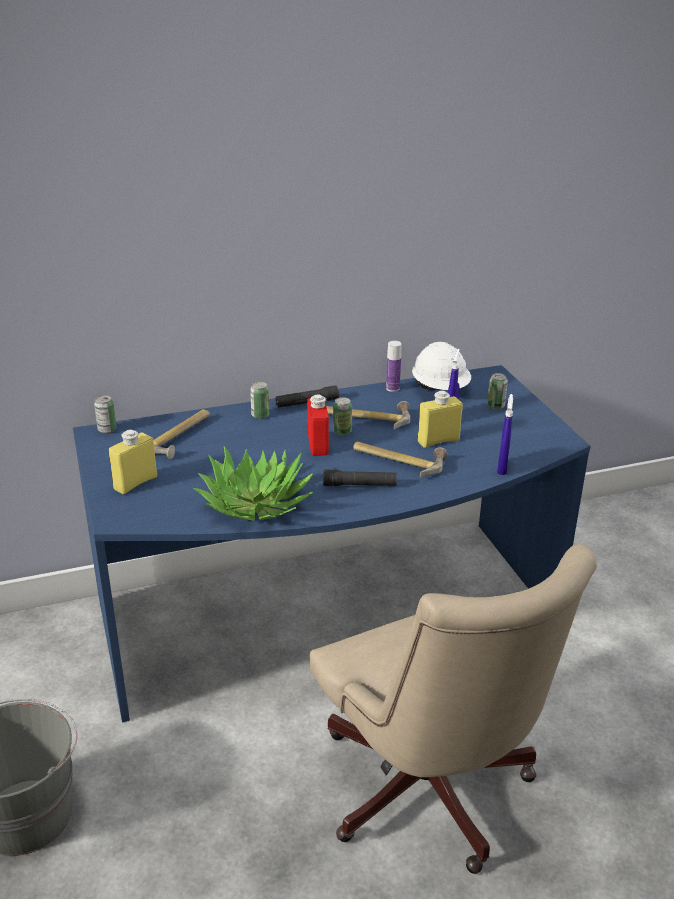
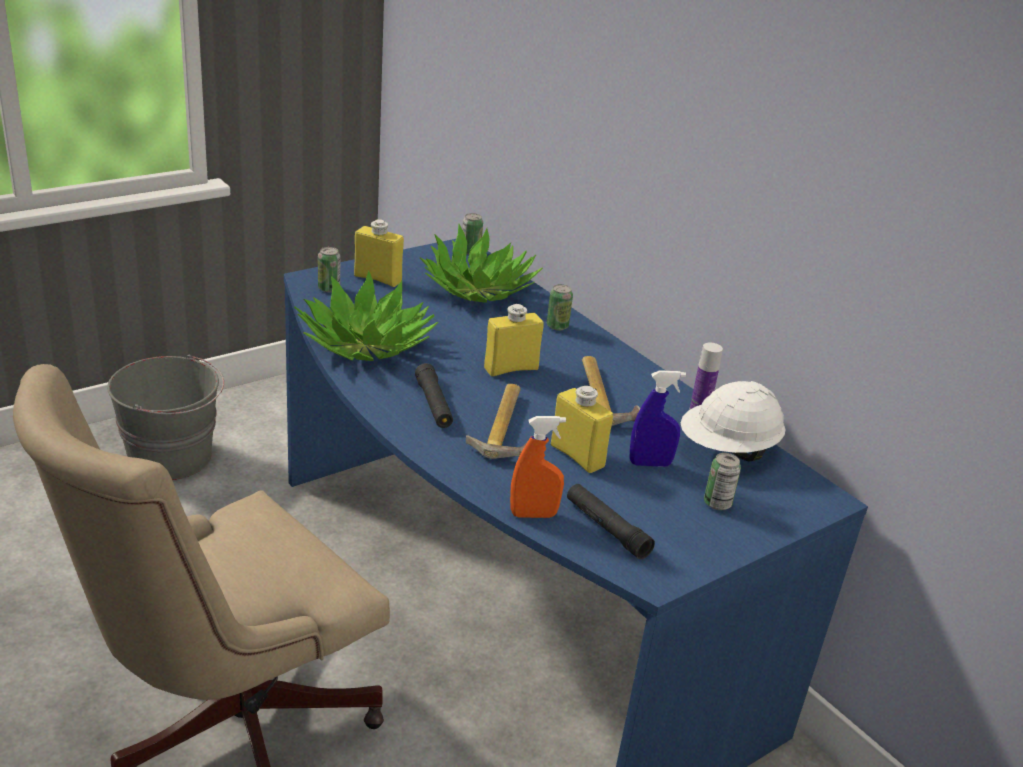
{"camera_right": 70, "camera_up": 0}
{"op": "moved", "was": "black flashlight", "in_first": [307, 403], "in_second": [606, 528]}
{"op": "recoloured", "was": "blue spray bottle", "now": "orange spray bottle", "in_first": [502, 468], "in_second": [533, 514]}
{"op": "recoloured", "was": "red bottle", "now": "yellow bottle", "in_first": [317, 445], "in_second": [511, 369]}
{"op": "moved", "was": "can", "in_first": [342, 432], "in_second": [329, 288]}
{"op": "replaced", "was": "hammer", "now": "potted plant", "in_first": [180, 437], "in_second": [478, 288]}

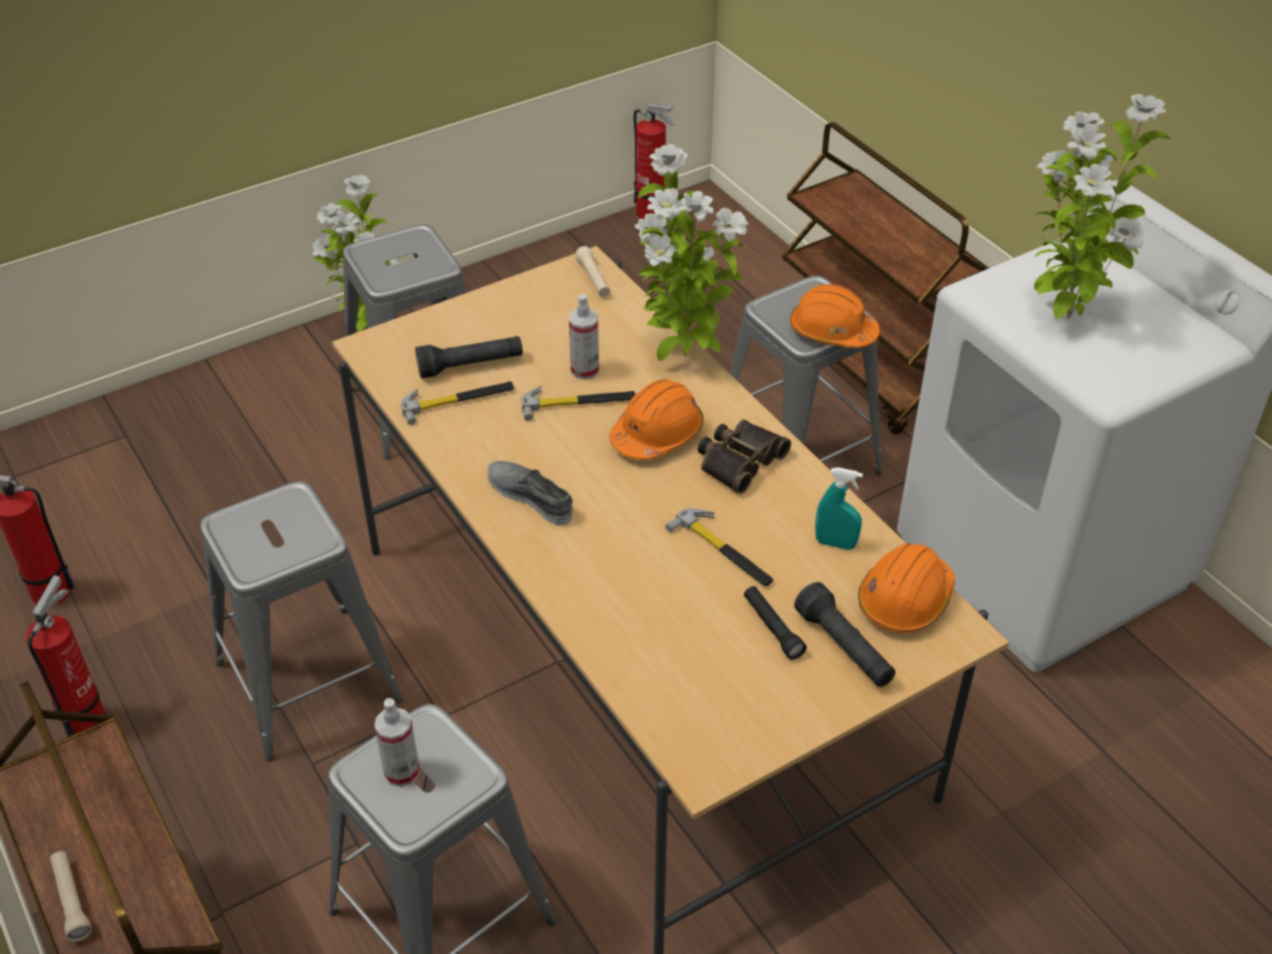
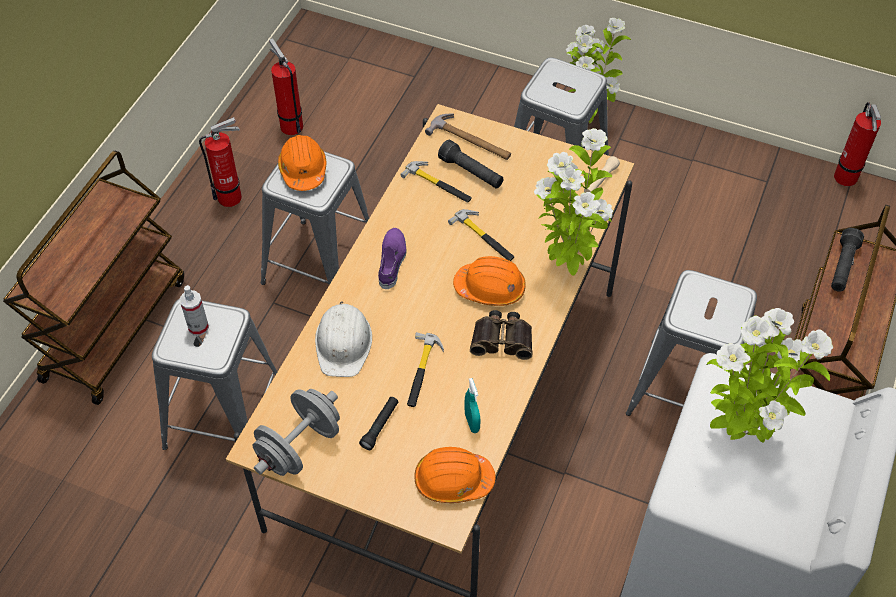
{"camera_right": 55, "camera_up": 10}
{"op": "moved", "was": "orange hard hat", "in_first": [832, 332], "in_second": [303, 170]}
{"op": "removed", "was": "spray bottle", "in_first": [585, 370]}
{"op": "recoloured", "was": "grey shoe", "now": "purple shoe", "in_first": [531, 496], "in_second": [392, 261]}
{"op": "moved", "was": "black flashlight", "in_first": [844, 648], "in_second": [842, 267]}
{"op": "removed", "was": "beige flashlight", "in_first": [71, 900]}
{"op": "added", "now": "hammer", "in_second": [471, 141]}
{"op": "added", "now": "white hard hat", "in_second": [344, 343]}
{"op": "added", "now": "grey dumbbell", "in_second": [299, 446]}

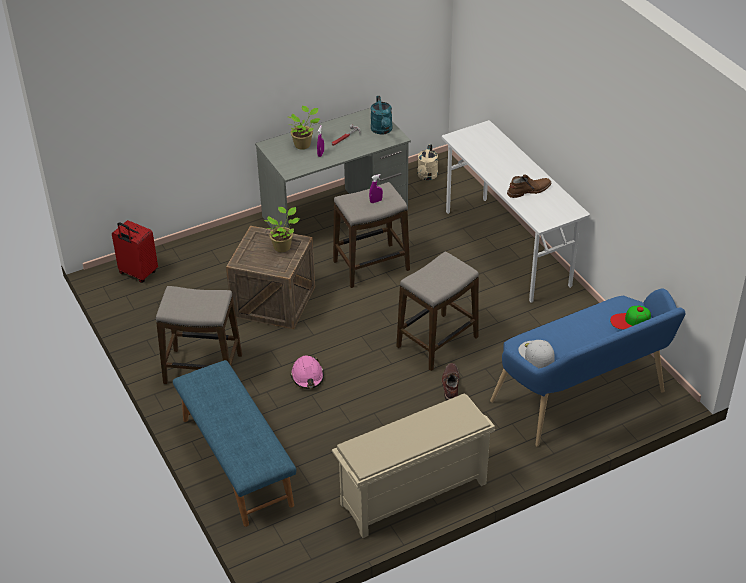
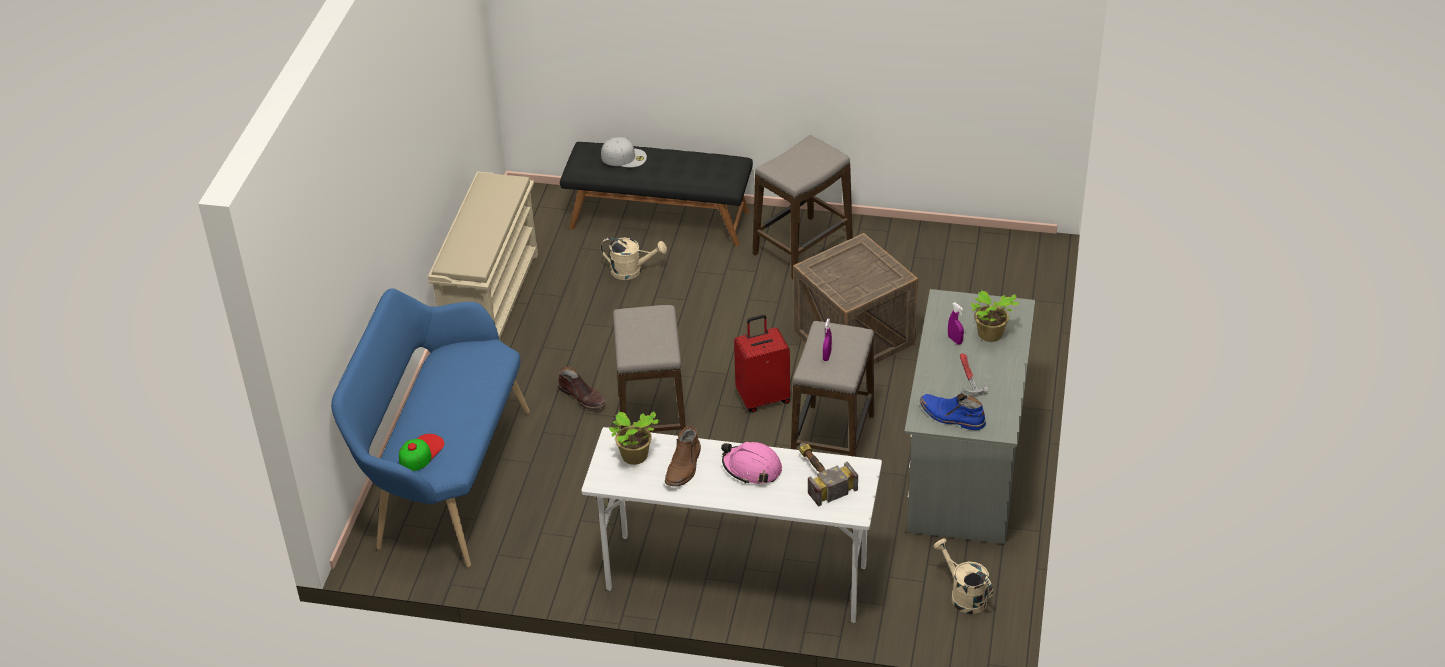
{"camera_right": 130, "camera_up": 0}
{"op": "replaced", "was": "turquoise watering can", "now": "blue boot", "in_first": [382, 130], "in_second": [951, 416]}
{"op": "moved", "was": "potted plant", "in_first": [283, 246], "in_second": [635, 457]}
{"op": "moved", "was": "red suitcase", "in_first": [137, 273], "in_second": [763, 398]}
{"op": "moved", "was": "white cap", "in_first": [536, 355], "in_second": [624, 157]}
{"op": "moved", "was": "pink hard hat", "in_first": [307, 376], "in_second": [752, 468]}
{"op": "recoloured", "was": "blue bench", "now": "black bench", "in_first": [235, 461], "in_second": [660, 219]}
{"op": "added", "now": "beige watering can", "in_second": [632, 271]}
{"op": "added", "now": "hammer", "in_second": [819, 475]}

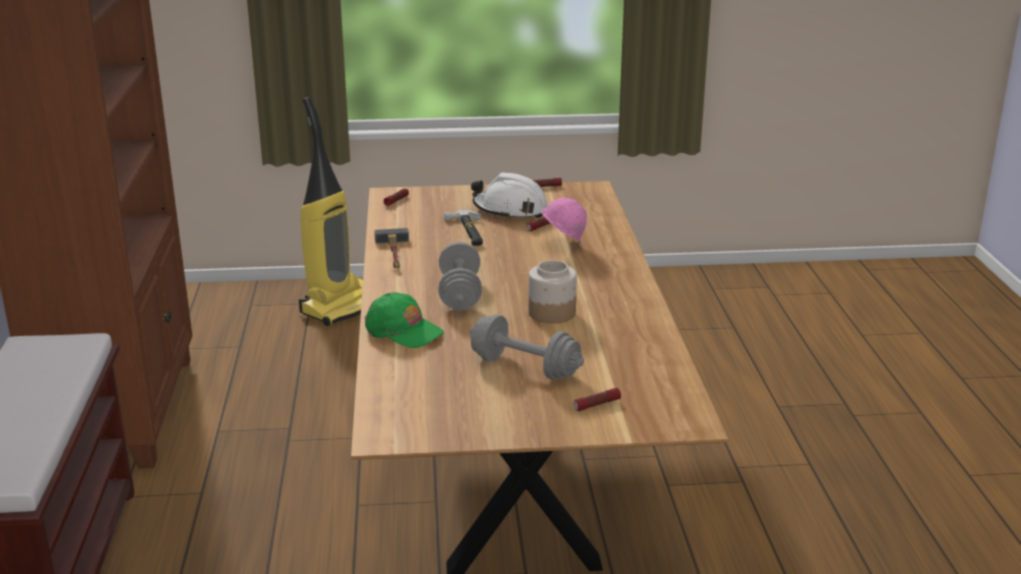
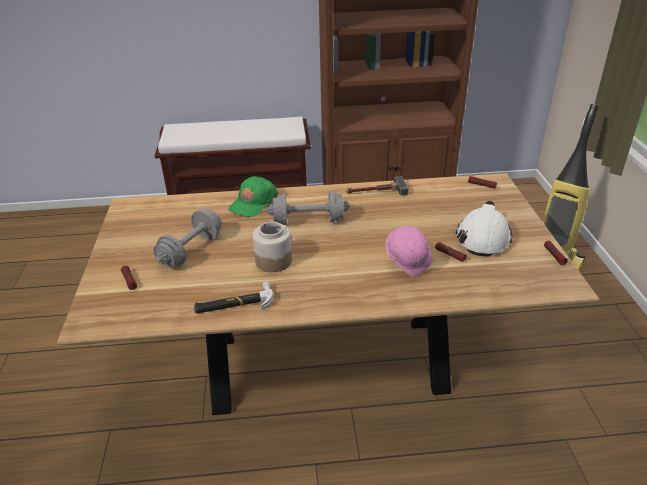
{"camera_right": 90, "camera_up": 10}
{"op": "moved", "was": "hammer", "in_first": [468, 232], "in_second": [234, 304]}

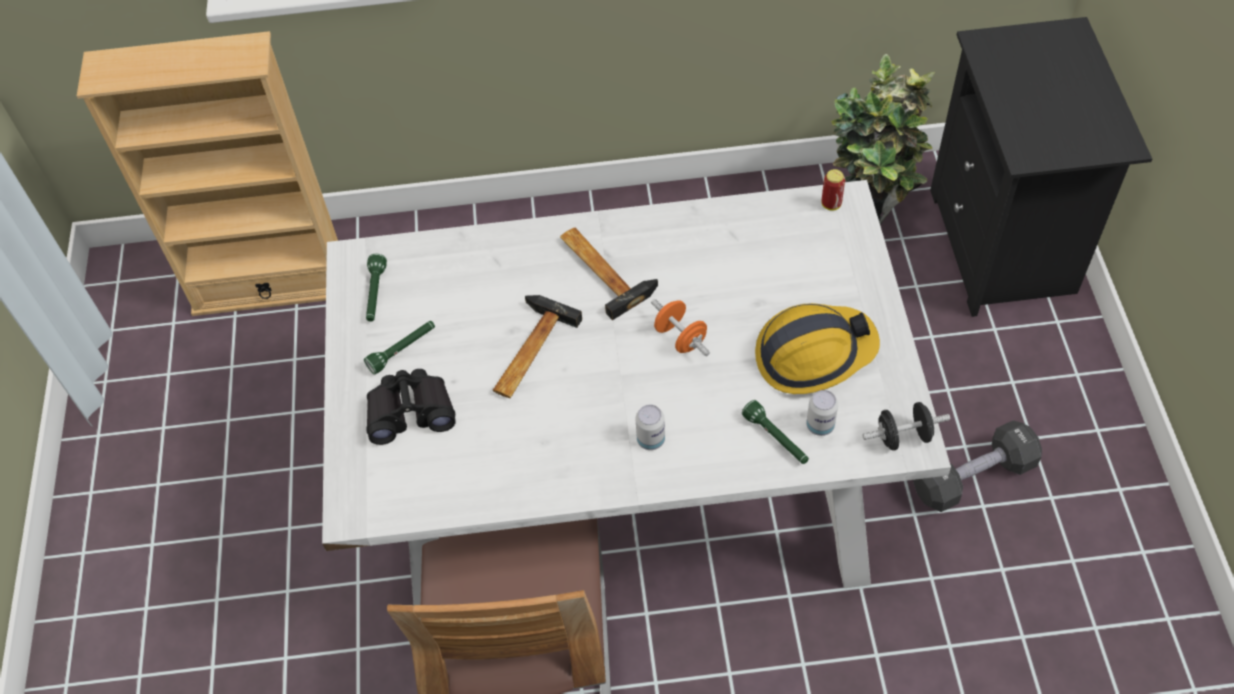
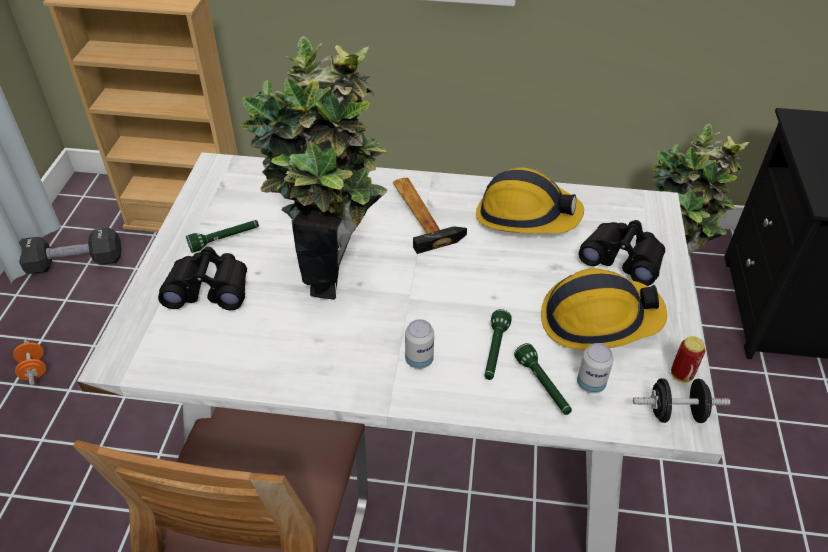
{"camera_right": 10, "camera_up": -10}
{"op": "moved", "was": "can", "in_first": [831, 204], "in_second": [681, 375]}
{"op": "moved", "was": "green flashlight", "in_first": [375, 294], "in_second": [494, 352]}
{"op": "replaced", "was": "hammer", "now": "potted plant", "in_first": [528, 352], "in_second": [332, 263]}
{"op": "moved", "was": "orange dumbbell", "in_first": [680, 338], "in_second": [34, 369]}
{"op": "moved", "was": "black dumbbell", "in_first": [973, 477], "in_second": [75, 263]}
{"op": "added", "now": "hard hat", "in_second": [526, 216]}
{"op": "added", "now": "black binoculars", "in_second": [622, 258]}

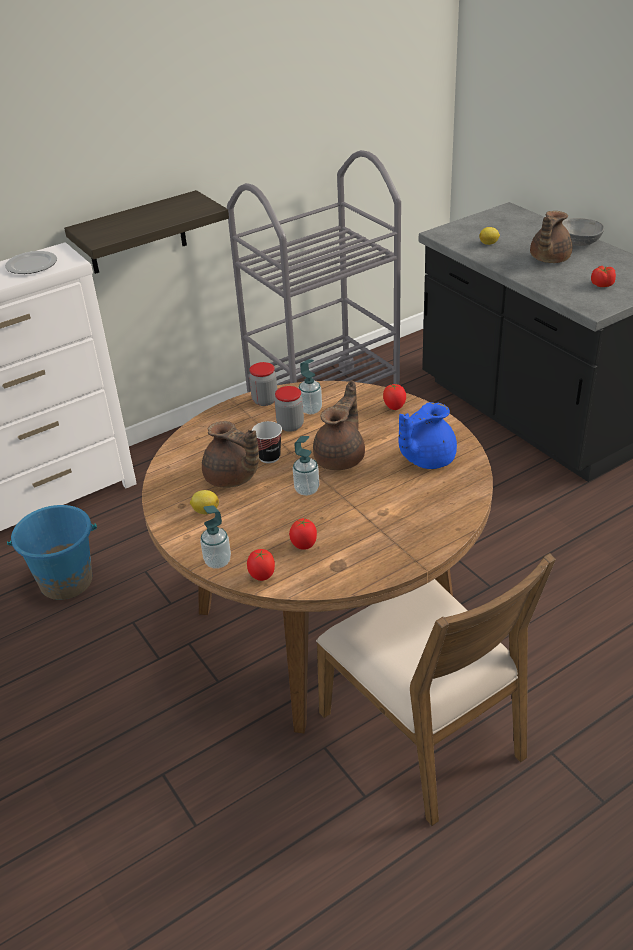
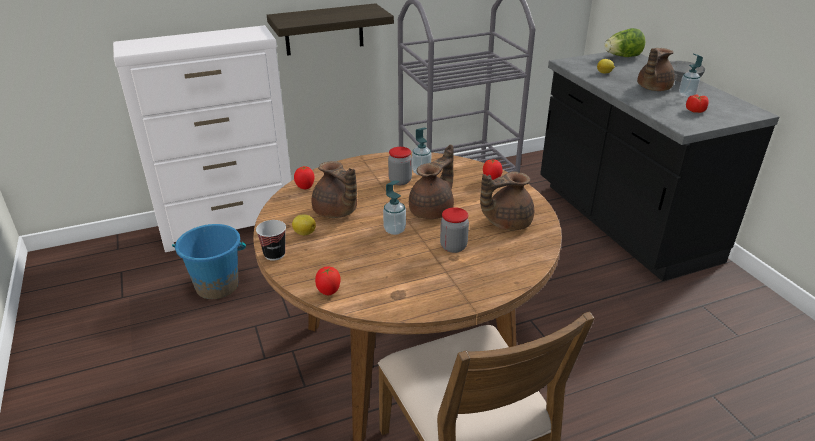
{"camera_right": 10, "camera_up": -5}
{"op": "removed", "was": "plate", "in_first": [31, 265]}
{"op": "moved", "was": "jar", "in_first": [265, 400], "in_second": [453, 247]}
{"op": "recoloured", "was": "blue teapot", "now": "brown teapot", "in_first": [426, 459], "in_second": [506, 222]}
{"op": "moved", "was": "cup", "in_first": [269, 457], "in_second": [274, 254]}
{"op": "moved", "was": "soap dispenser", "in_first": [217, 561], "in_second": [686, 95]}
{"op": "moved", "was": "tomato", "in_first": [304, 546], "in_second": [305, 187]}
{"op": "added", "now": "lettuce", "in_second": [622, 57]}

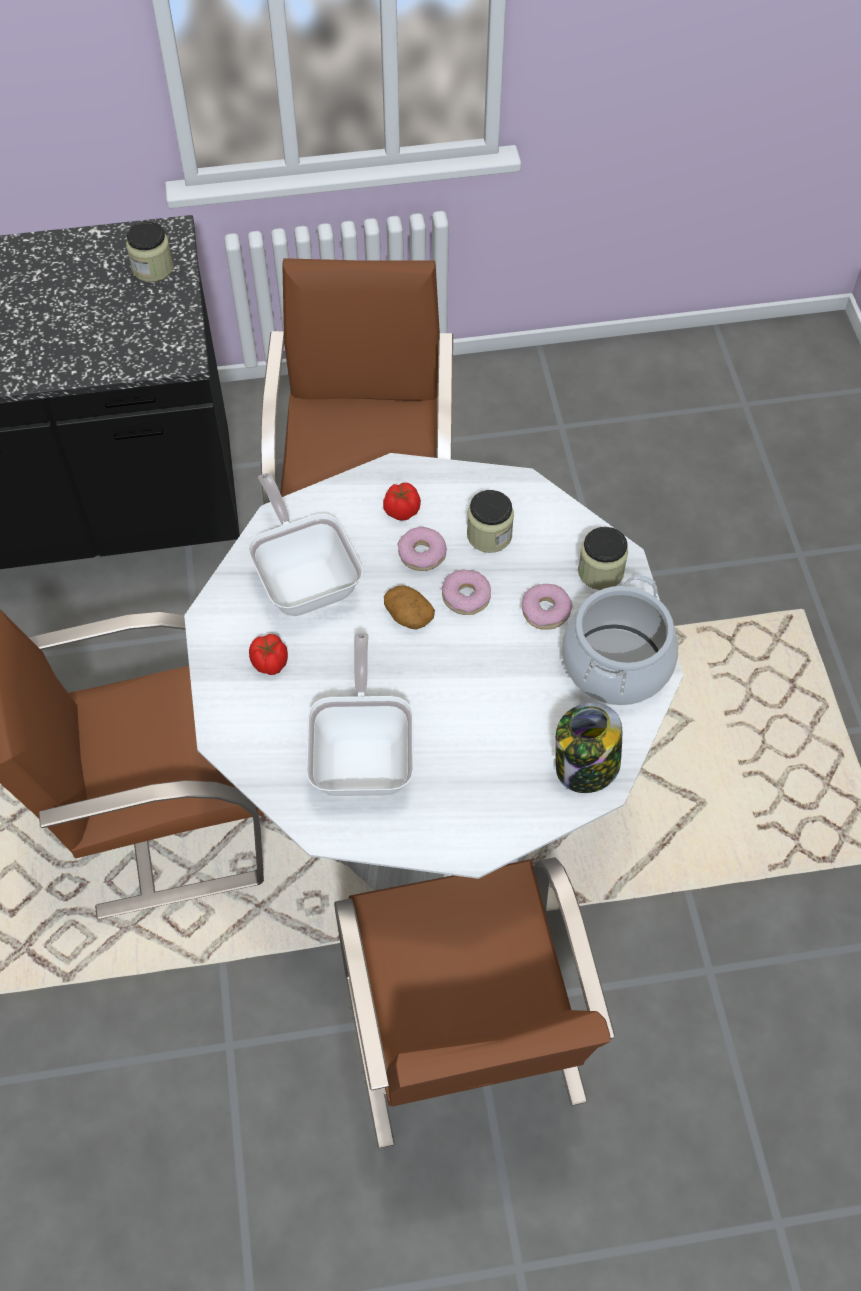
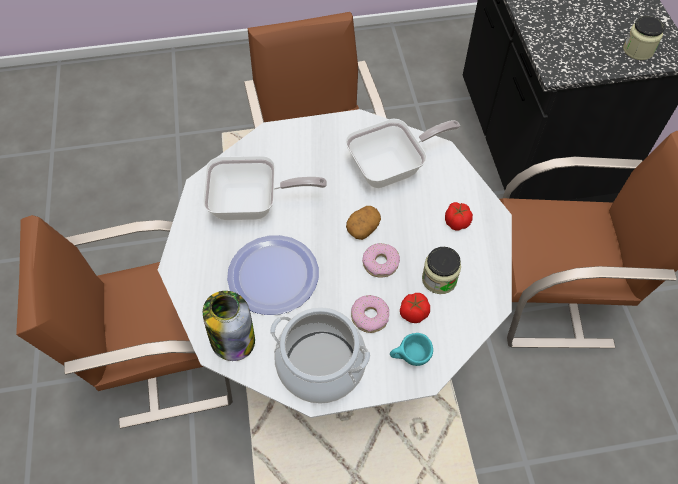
{"camera_right": 90, "camera_up": 0}
{"op": "removed", "was": "donut", "in_first": [422, 554]}
{"op": "replaced", "was": "jar", "now": "turquoise cup", "in_first": [600, 572], "in_second": [409, 358]}
{"op": "moved", "was": "tomato", "in_first": [270, 663], "in_second": [413, 313]}
{"op": "added", "now": "plate", "in_second": [273, 276]}

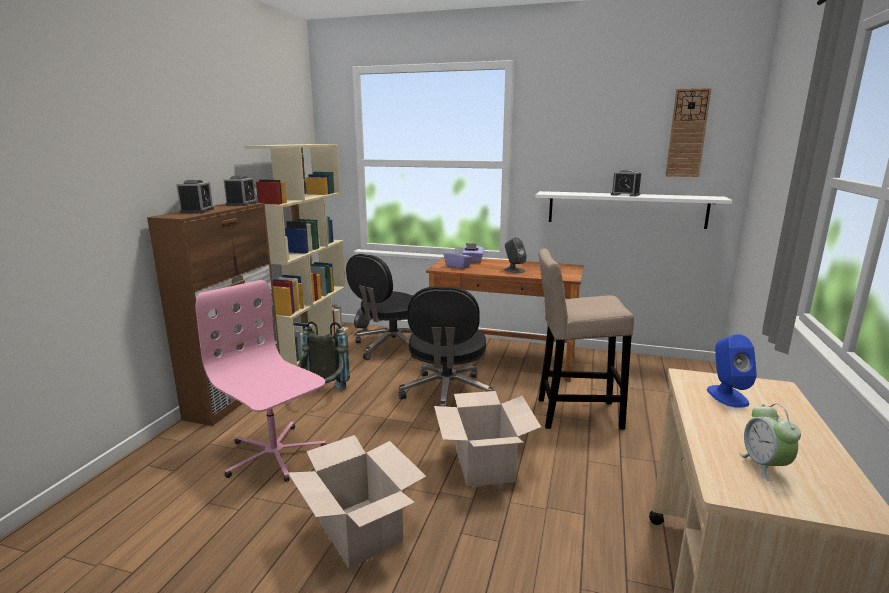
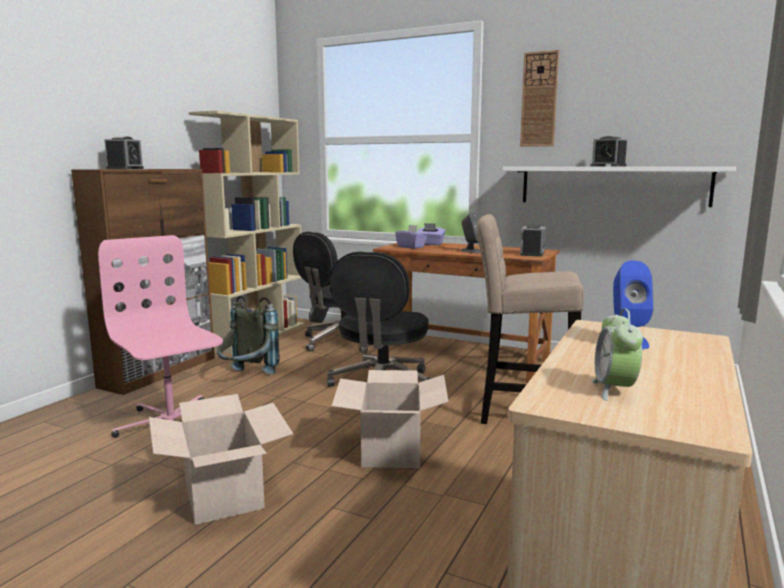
{"camera_right": 10, "camera_up": -5}
{"op": "moved", "was": "wall clock", "in_first": [687, 133], "in_second": [539, 99]}
{"op": "moved", "was": "alarm clock", "in_first": [241, 204], "in_second": [532, 254]}

